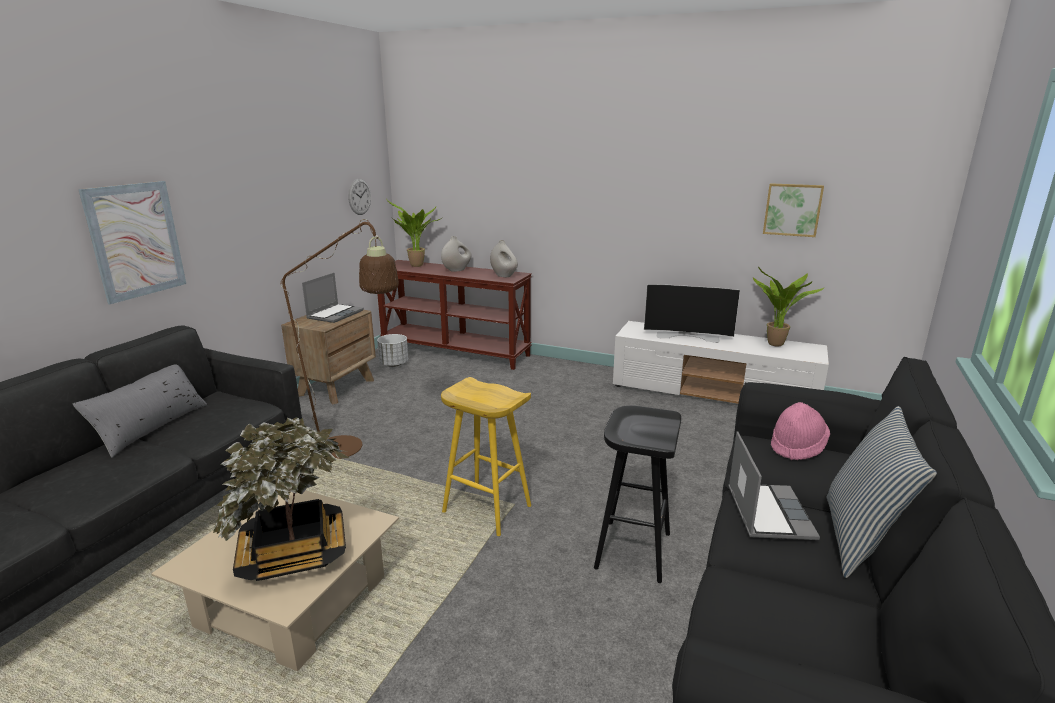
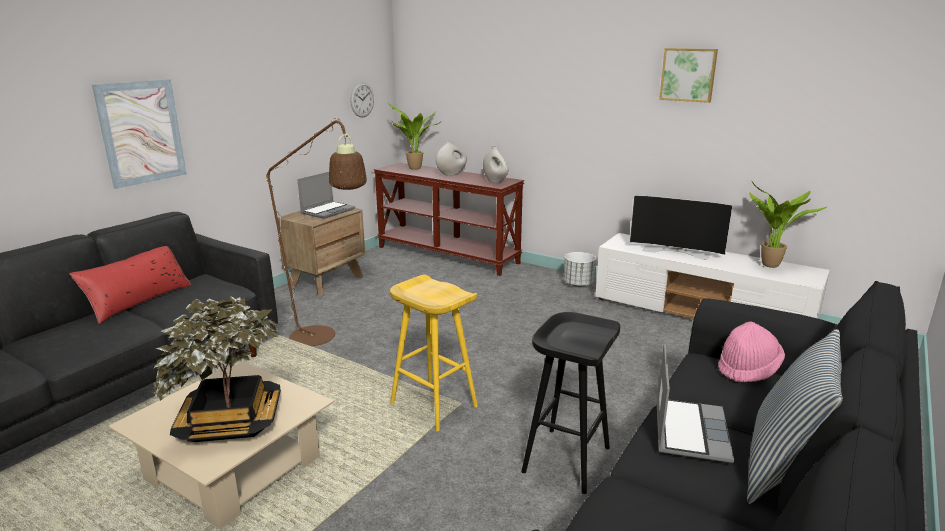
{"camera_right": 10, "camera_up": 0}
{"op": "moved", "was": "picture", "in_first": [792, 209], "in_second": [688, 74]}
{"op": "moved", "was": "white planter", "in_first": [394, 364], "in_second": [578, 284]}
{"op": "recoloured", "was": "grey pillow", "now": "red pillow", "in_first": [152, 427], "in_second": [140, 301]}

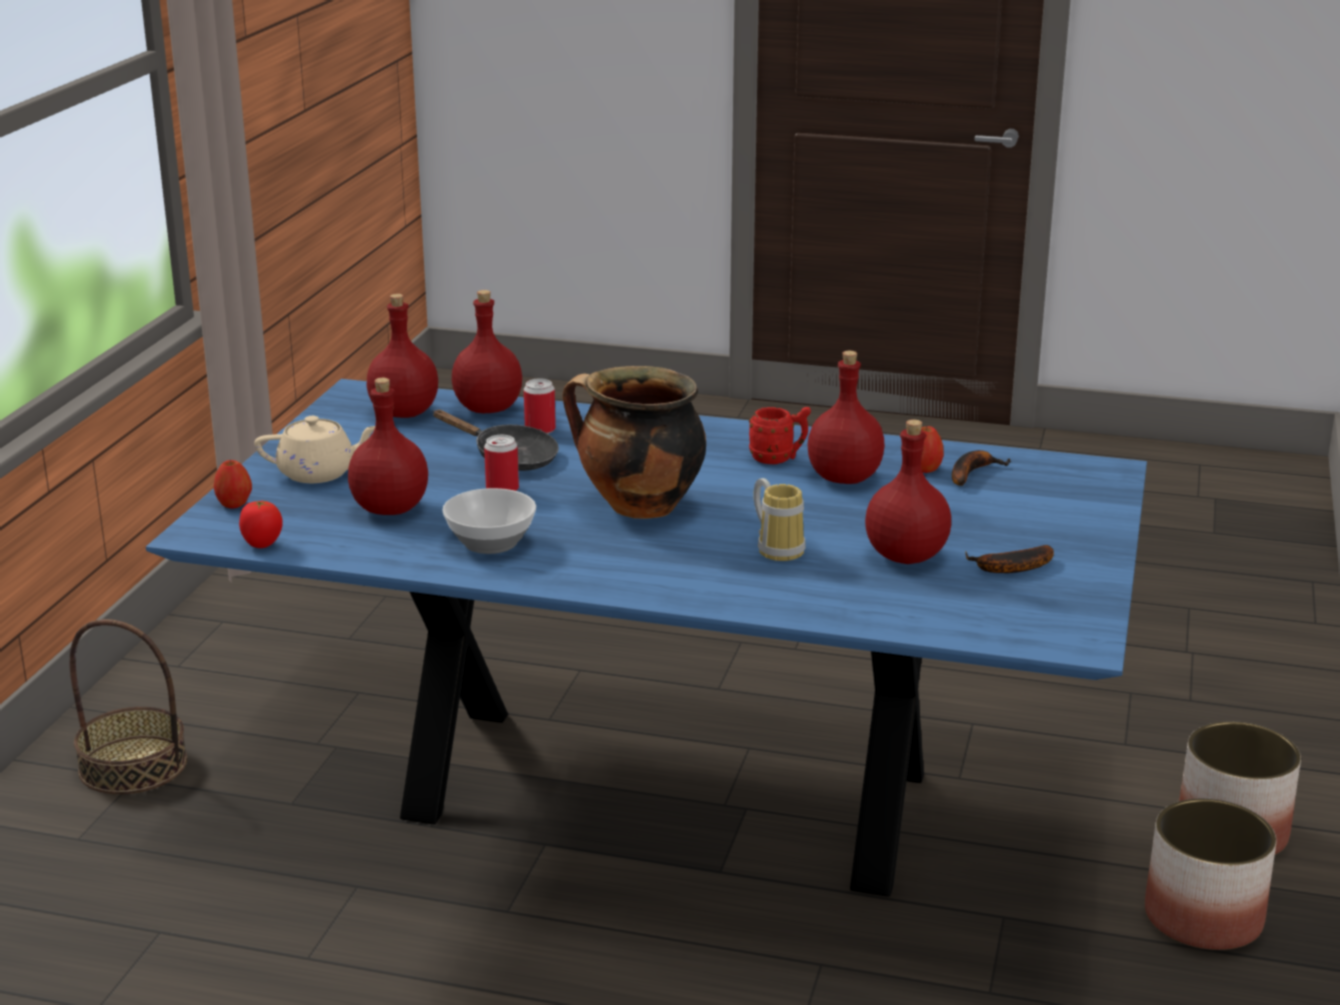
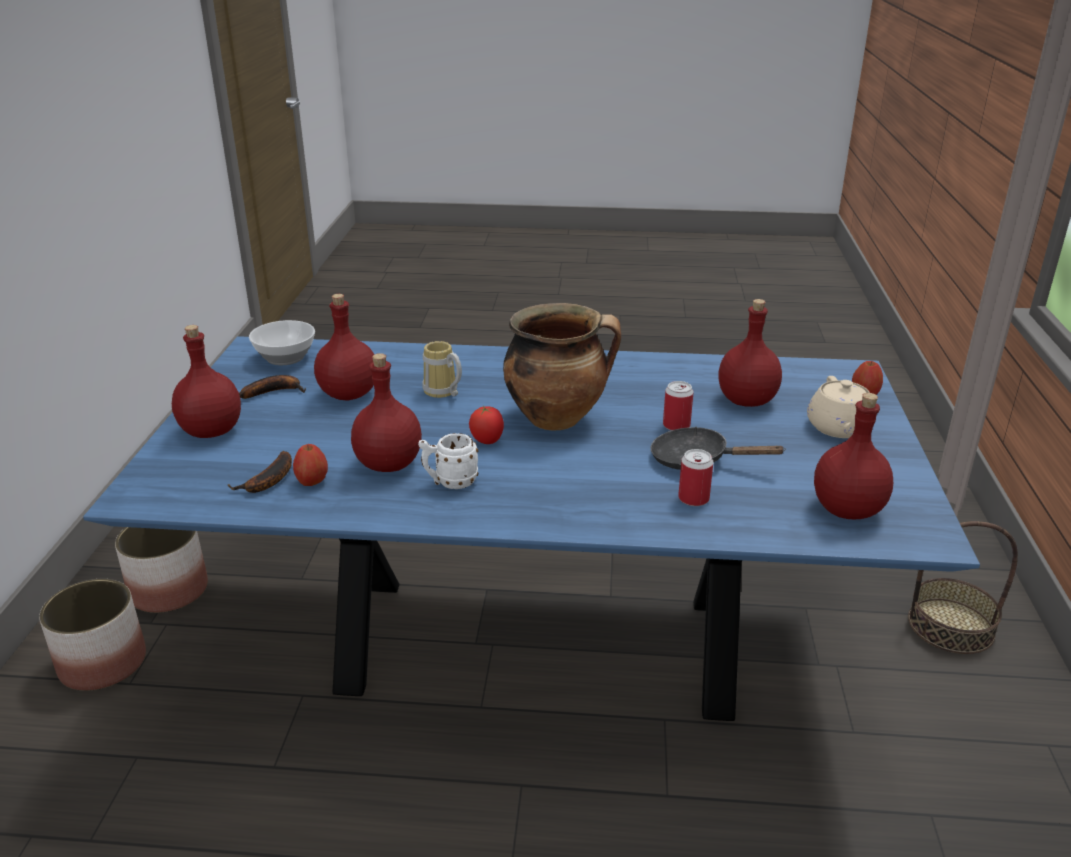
{"camera_right": 170, "camera_up": 5}
{"op": "moved", "was": "red bottle", "in_first": [489, 408], "in_second": [210, 431]}
{"op": "recoloured", "was": "red mug", "now": "white mug", "in_first": [779, 458], "in_second": [450, 482]}
{"op": "turned", "was": "beige teapot", "in_first": [319, 473], "in_second": [839, 428], "clockwise": -75}
{"op": "moved", "was": "bowl", "in_first": [491, 542], "in_second": [285, 358]}
{"op": "moved", "was": "tomato", "in_first": [262, 545], "in_second": [487, 441]}

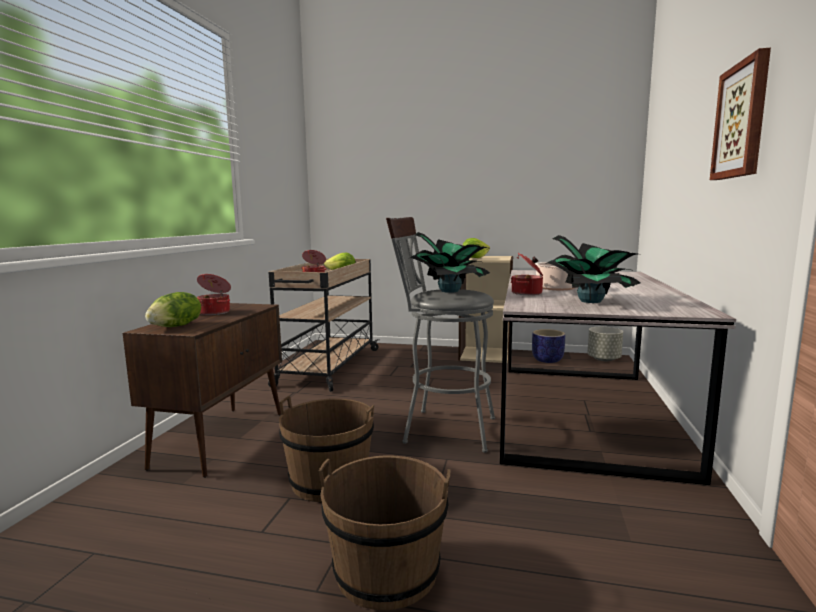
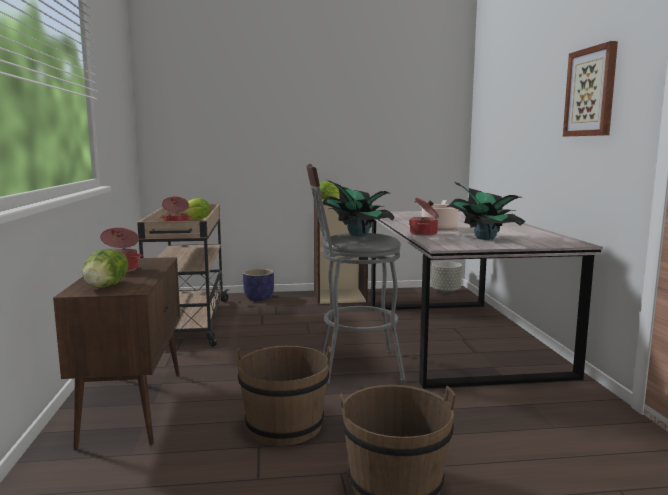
{"camera_right": -20, "camera_up": 0}
{"op": "moved", "was": "planter", "in_first": [547, 360], "in_second": [259, 298]}

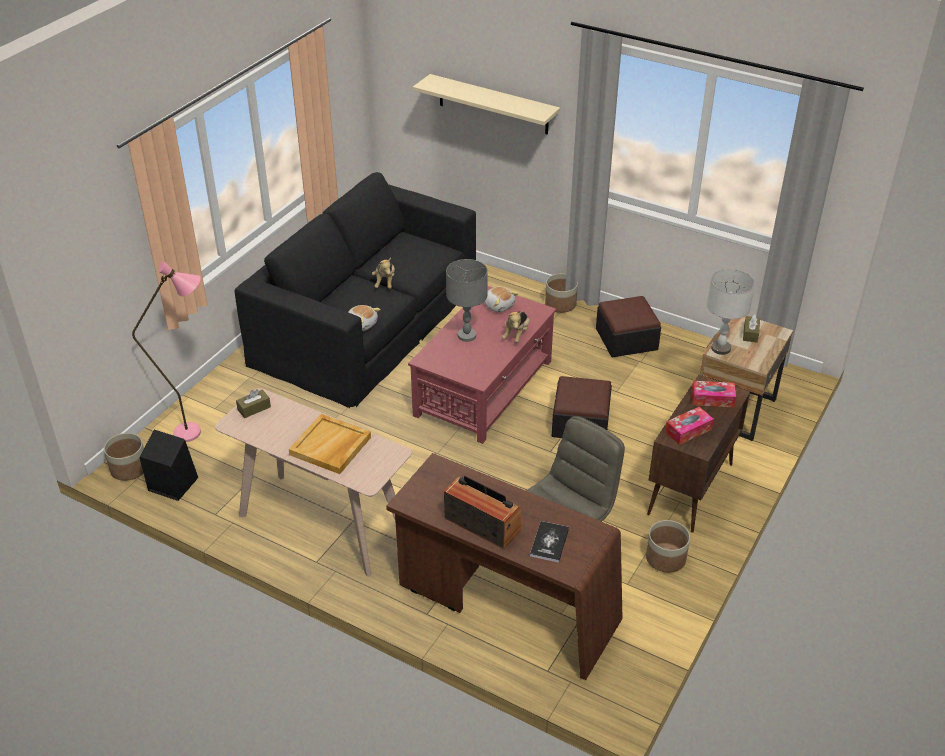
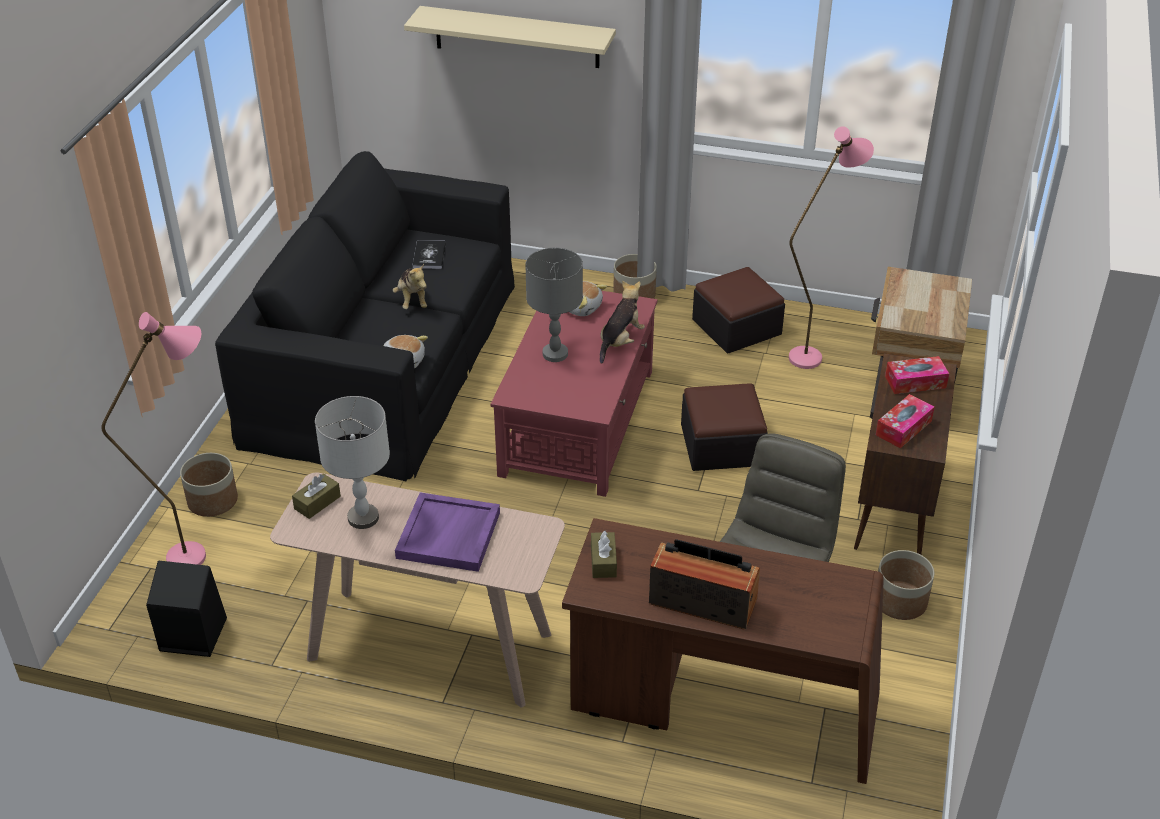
{"camera_right": -15, "camera_up": 0}
{"op": "moved", "was": "grey table lamp", "in_first": [720, 348], "in_second": [362, 518]}
{"op": "turned", "was": "plush toy", "in_first": [516, 334], "in_second": [620, 341], "clockwise": -150}
{"op": "moved", "was": "brown tissue box", "in_first": [750, 333], "in_second": [603, 561]}
{"op": "recoloured", "was": "beige tray", "now": "purple tray", "in_first": [330, 446], "in_second": [449, 536]}
{"op": "moved", "was": "planter", "in_first": [129, 468], "in_second": [212, 500]}
{"op": "moved", "was": "book", "in_first": [549, 542], "in_second": [429, 255]}
{"op": "added", "now": "pink floor lamp", "in_second": [813, 353]}

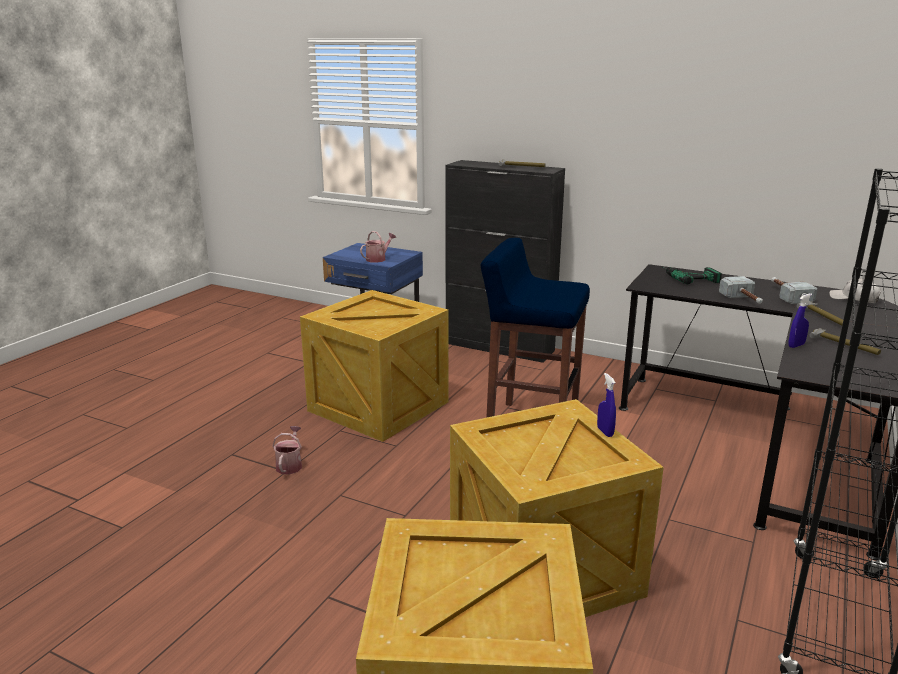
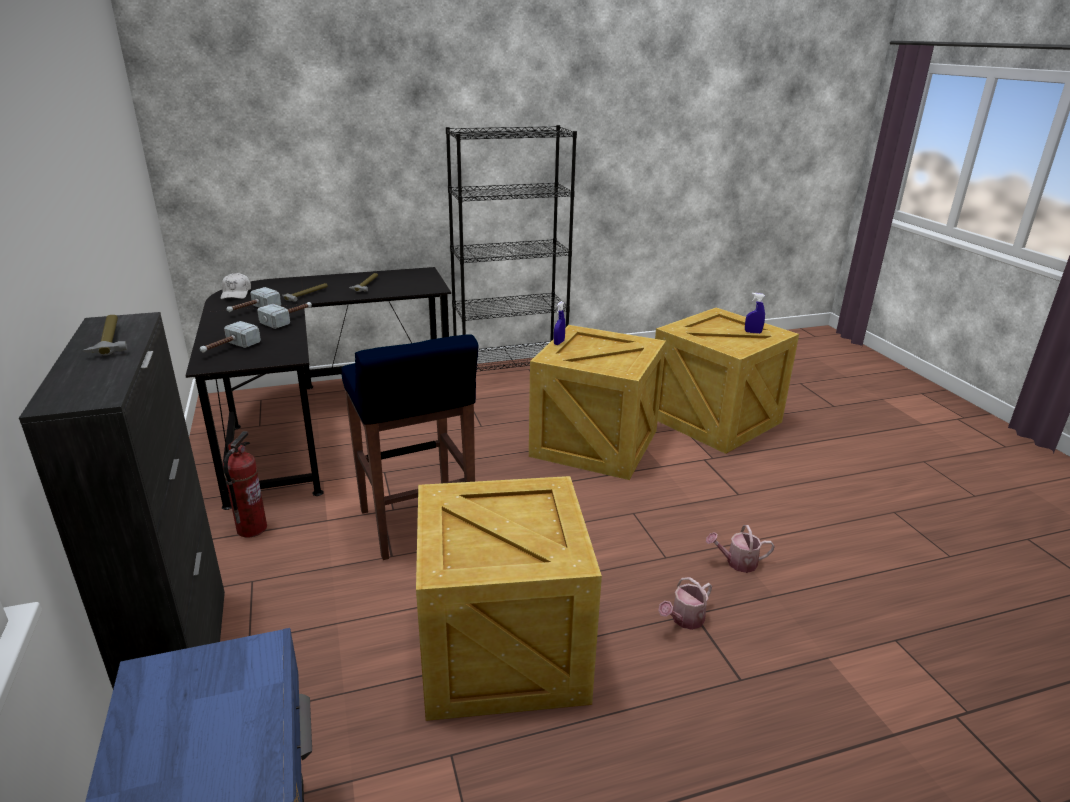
{"camera_right": -135, "camera_up": 5}
{"op": "moved", "was": "watering can", "in_first": [378, 259], "in_second": [737, 563]}
{"op": "replaced", "was": "power drill", "now": "hammer", "in_first": [688, 277], "in_second": [228, 348]}
{"op": "moved", "was": "blue spray bottle", "in_first": [796, 345], "in_second": [753, 332]}
{"op": "added", "now": "fire extinguisher", "in_second": [251, 528]}

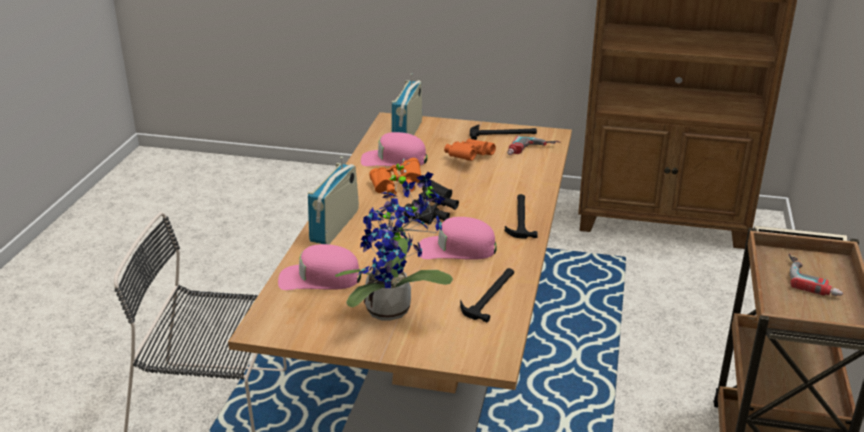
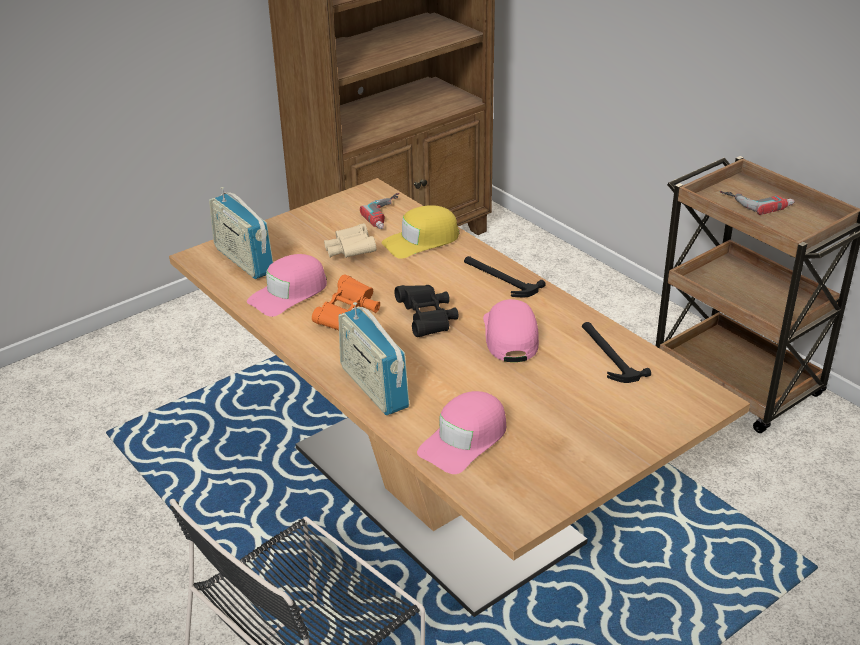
{"camera_right": -50, "camera_up": 5}
{"op": "removed", "was": "hammer", "in_first": [502, 134]}
{"op": "recoloured", "was": "orange binoculars", "now": "beige binoculars", "in_first": [468, 158], "in_second": [350, 252]}
{"op": "removed", "was": "potted plant", "in_first": [394, 310]}
{"op": "turned", "was": "pink cap", "in_first": [457, 249], "in_second": [510, 336], "clockwise": 135}
{"op": "added", "now": "yellow cap", "in_second": [421, 241]}

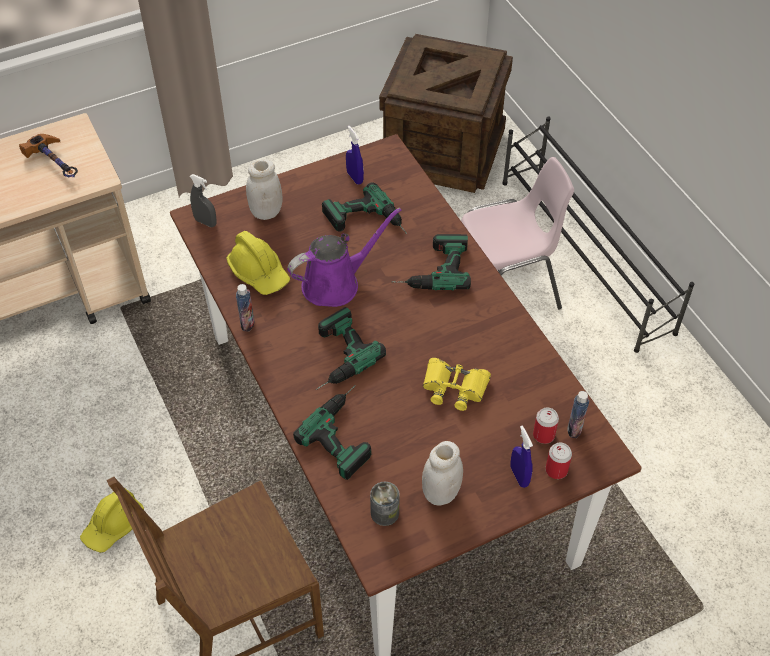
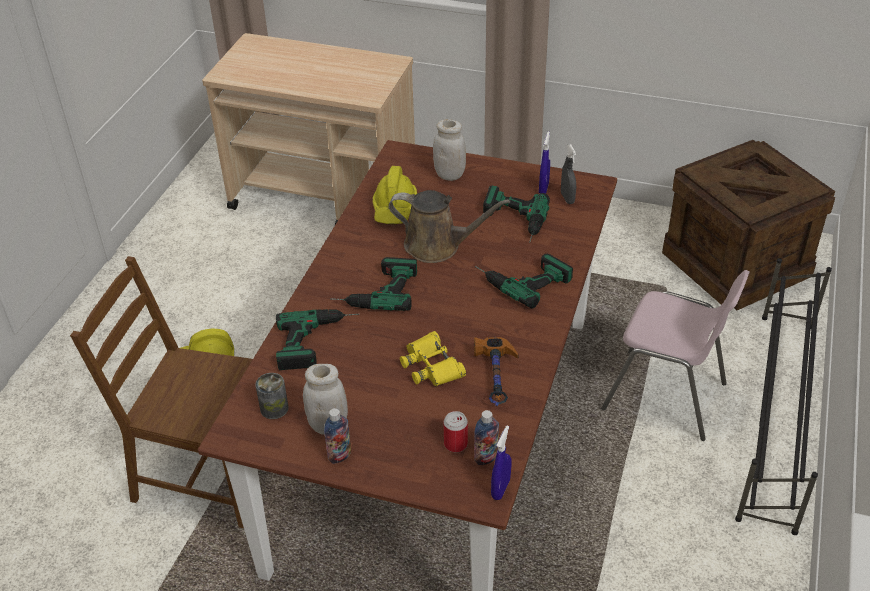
{"camera_right": 45, "camera_up": -10}
{"op": "moved", "was": "hammer", "in_first": [56, 164], "in_second": [497, 379]}
{"op": "moved", "was": "grey spray bottle", "in_first": [205, 222], "in_second": [567, 198]}
{"op": "recoloured", "was": "purple watering can", "now": "brown watering can", "in_first": [336, 283], "in_second": [438, 246]}
{"op": "moved", "was": "bottle", "in_first": [247, 323], "in_second": [339, 455]}
{"op": "moved", "was": "blue spray bottle", "in_first": [519, 476], "in_second": [500, 489]}
{"op": "removed", "was": "can", "in_first": [556, 470]}

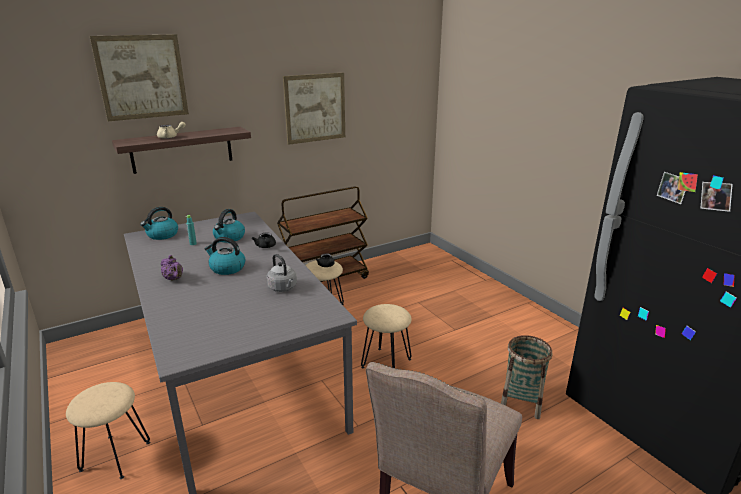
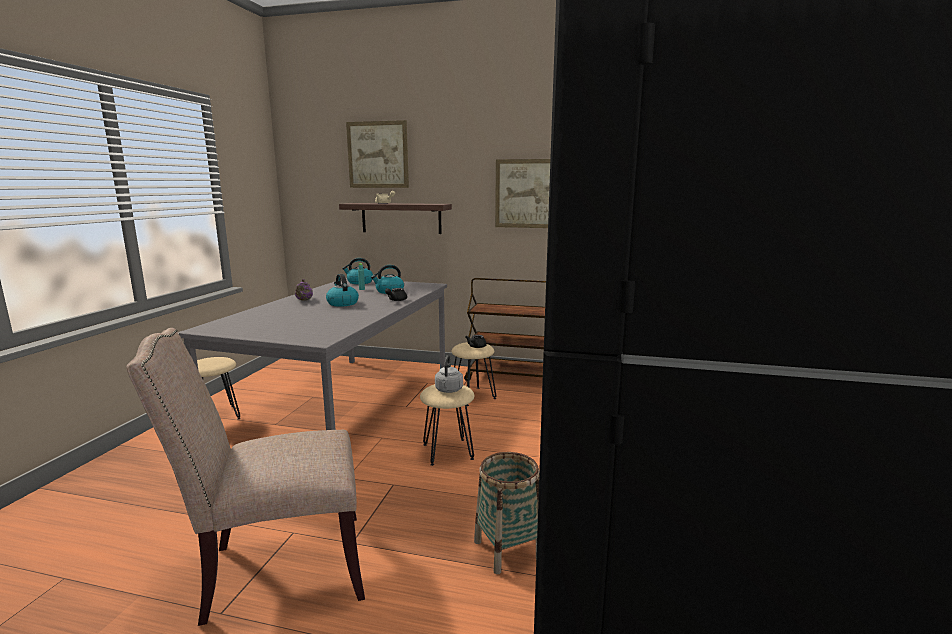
{"camera_right": 45, "camera_up": -10}
{"op": "moved", "was": "grey kettle", "in_first": [283, 288], "in_second": [448, 390]}

